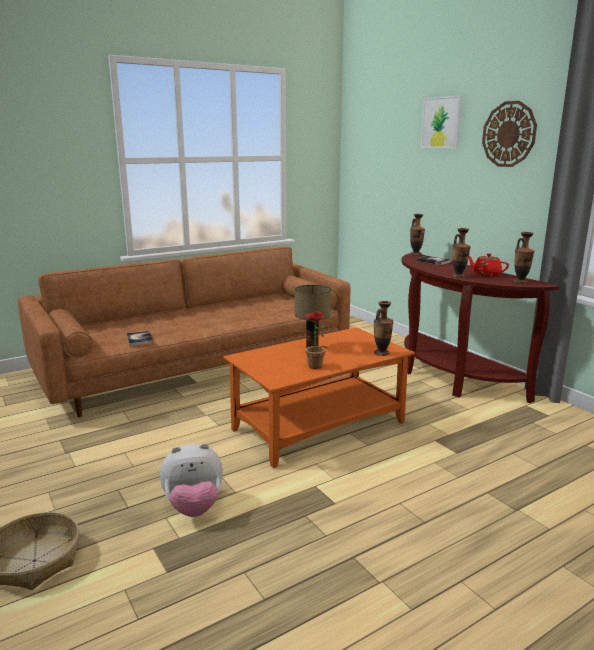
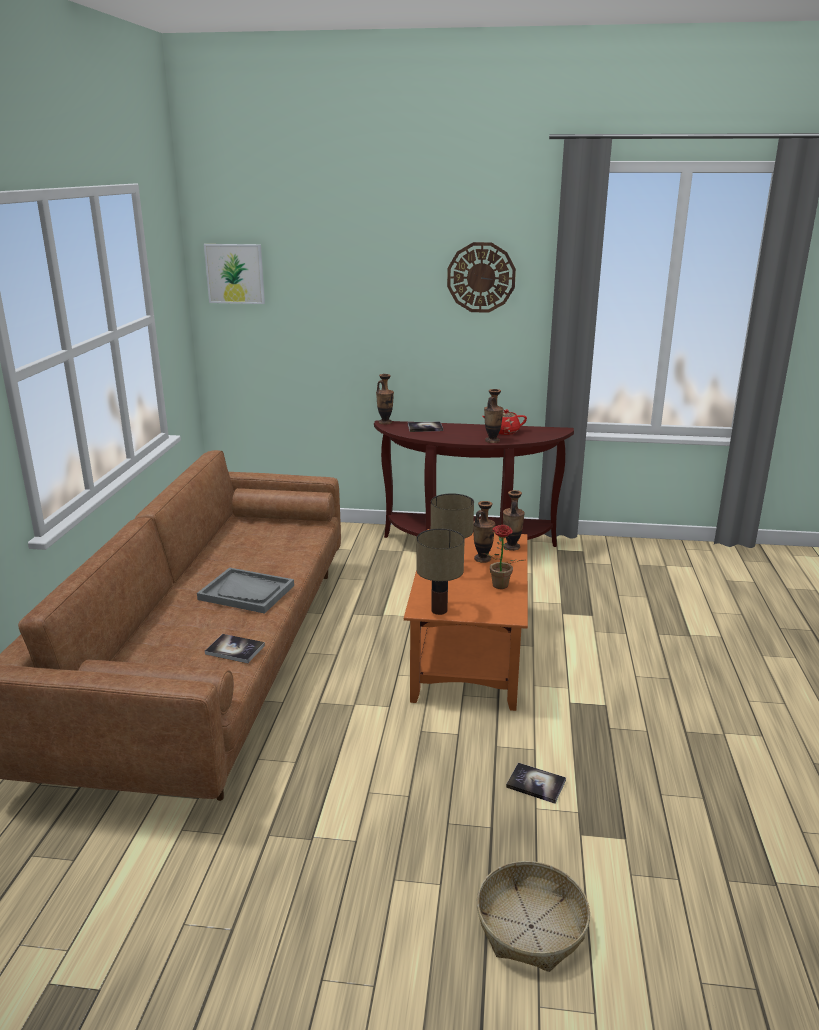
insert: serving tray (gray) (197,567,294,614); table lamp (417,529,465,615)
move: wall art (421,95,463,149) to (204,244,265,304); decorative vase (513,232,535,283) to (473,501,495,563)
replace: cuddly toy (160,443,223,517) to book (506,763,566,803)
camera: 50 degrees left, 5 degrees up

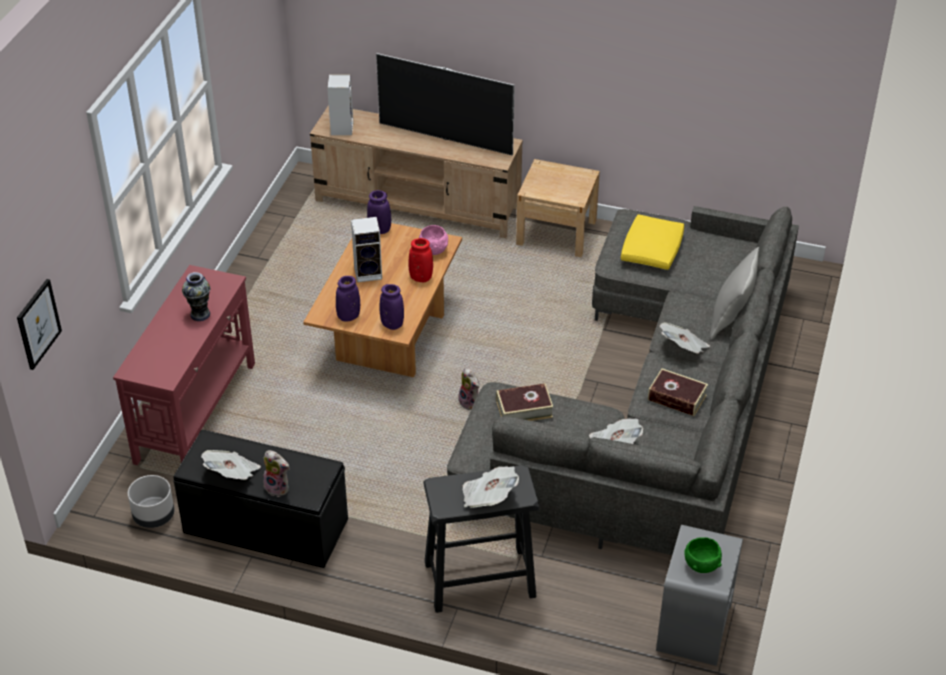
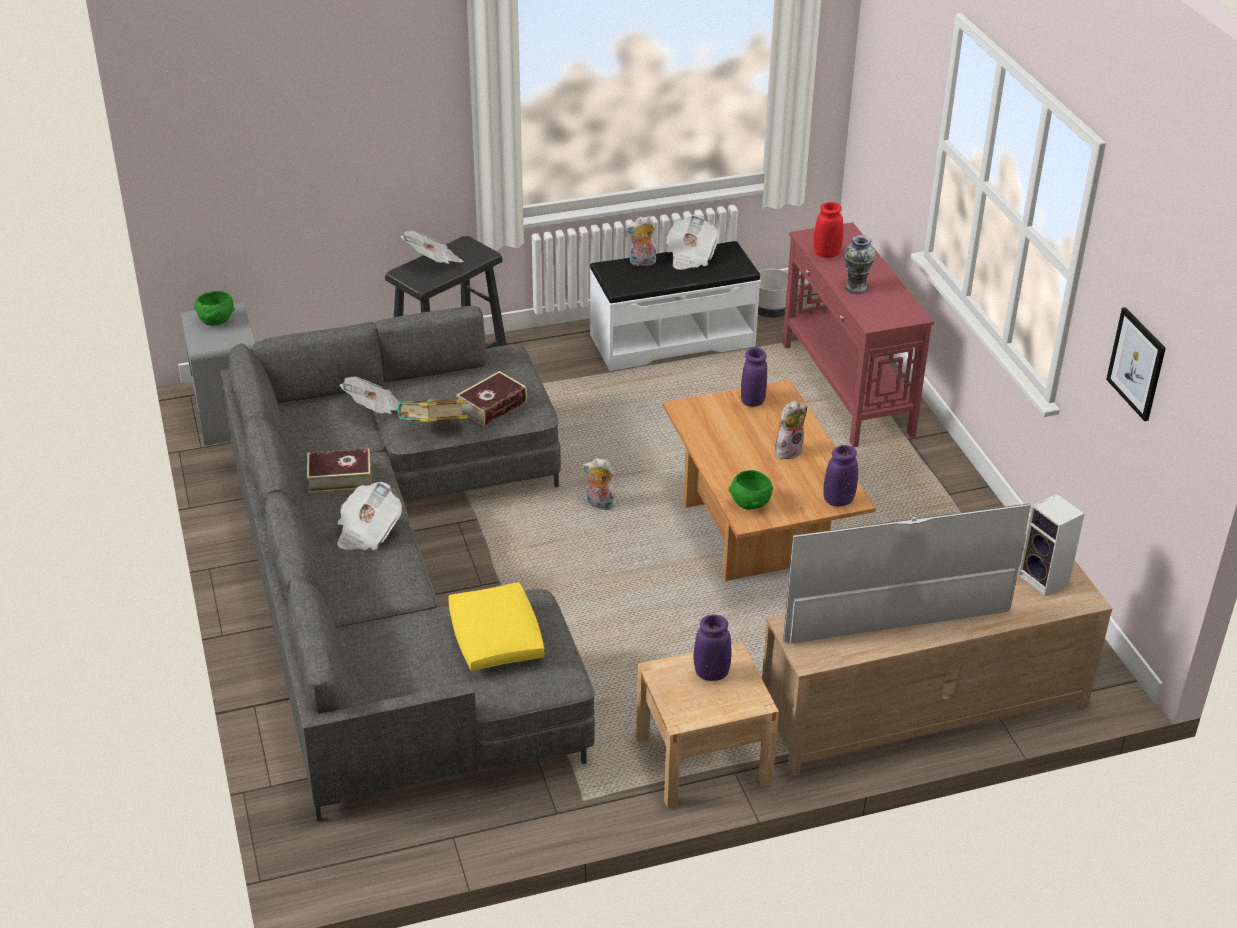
delete: cushion (gray) (710,247,759,340)
insert: book (397,398,468,422)
move: wall art (17,279,62,370) to (1106,307,1166,421); decorative vase (purplish) (379,284,404,330) to (693,615,732,681); decorative vase (reddish) (408,238,433,282) to (814,202,843,258)
replace: loudspeaker (351,217,382,283) to cuddly toy (775,400,808,459)
recolor: long seat (black-coloured) (173,430,348,568) to long seat (whitish) (590,241,761,371); deep dish (pink-coloured) (419,225,448,255) to deep dish (greenish) (729,470,773,510)
camera: 145 degrees right, 5 degrees down

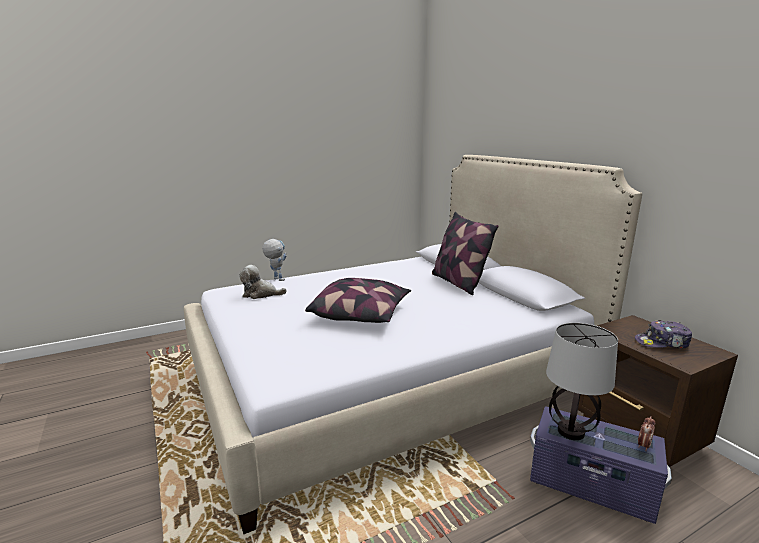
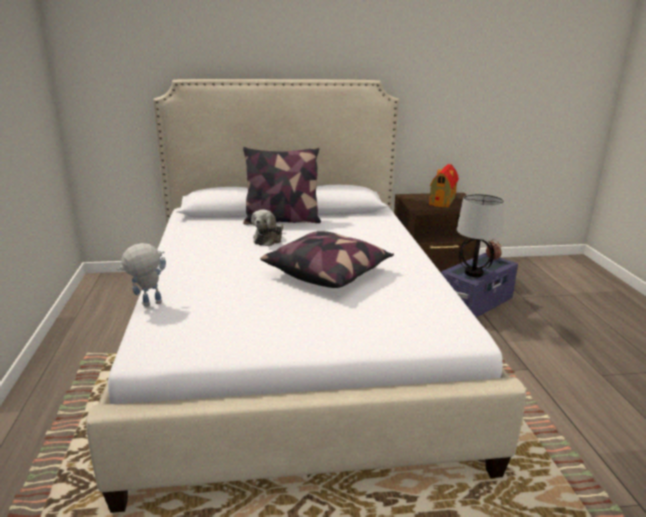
move: cuddly toy (239,265,287,299) to (251,209,284,246)
replace: baseball cap (635,320,692,349) to model house (429,164,459,208)
camera: 70 degrees left, 5 degrees up

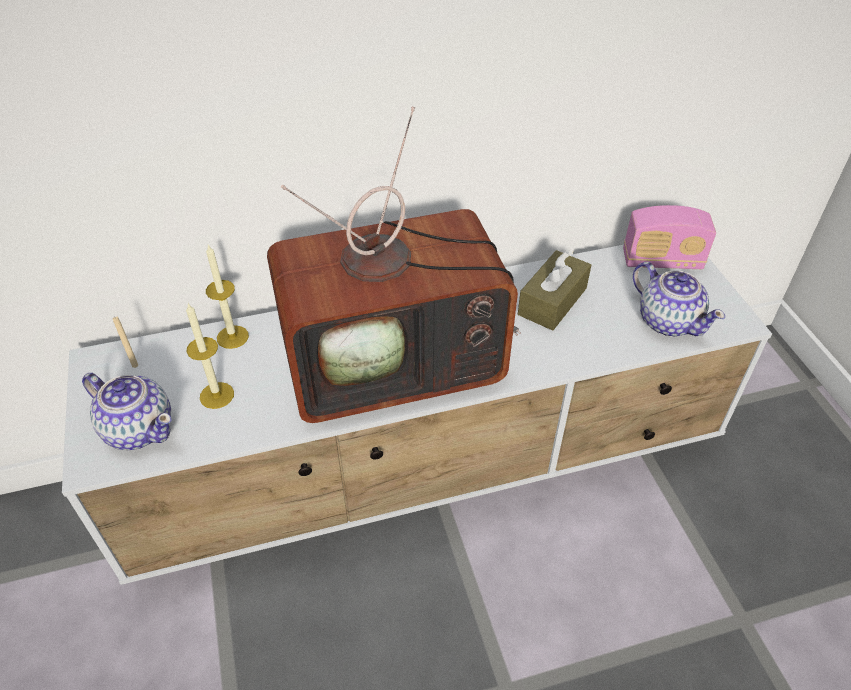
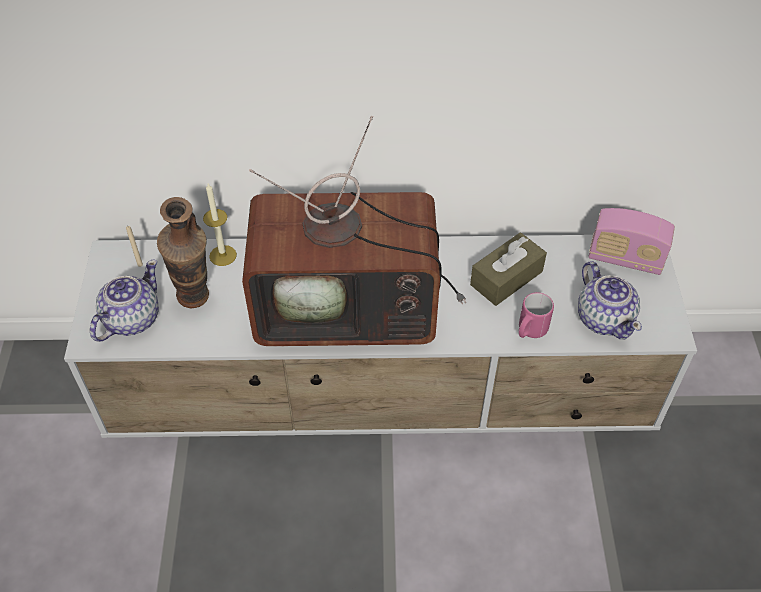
insert: tea mug (pink-coloured) (518,292,554,338)
replace: wax light (186,304,234,409) to decorative vase (157,197,209,308)
rotate: teapot (82,373,171,450) = (90,260,159,342) 105 degrees counterclockwise
camera: 15 degrees right, 5 degrees up

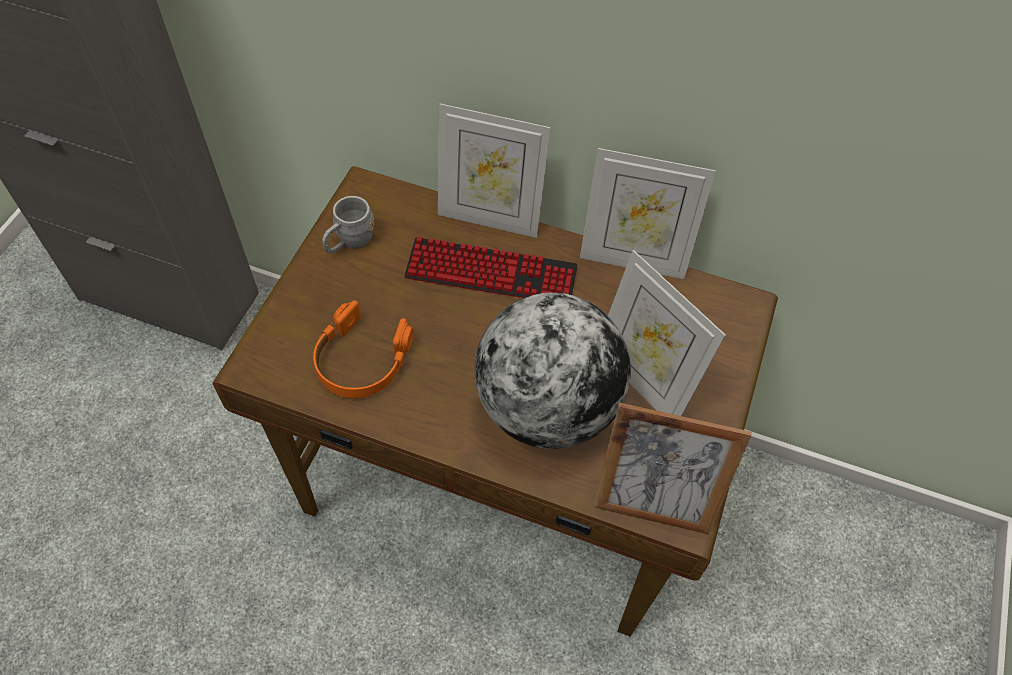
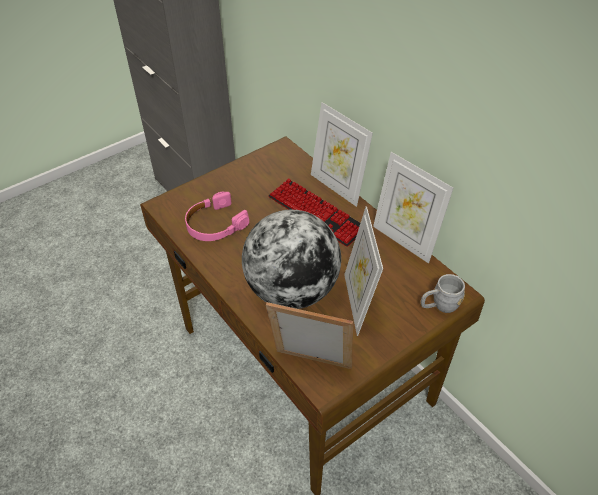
move: tea mug (gray) (322,196,374,254) to (421,274,465,313)
recolor: headphones (orange-coloured) (313,300,414,398) to headphones (pink-coloured) (185,192,249,241)
rotate: standing frame (593,402,751,534) = (266,302,353,369) 150 degrees clockwise
camera: 35 degrees right, 10 degrees down

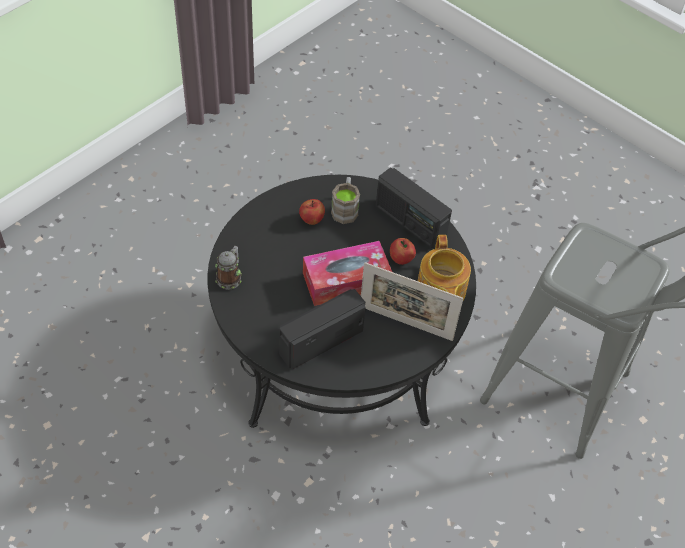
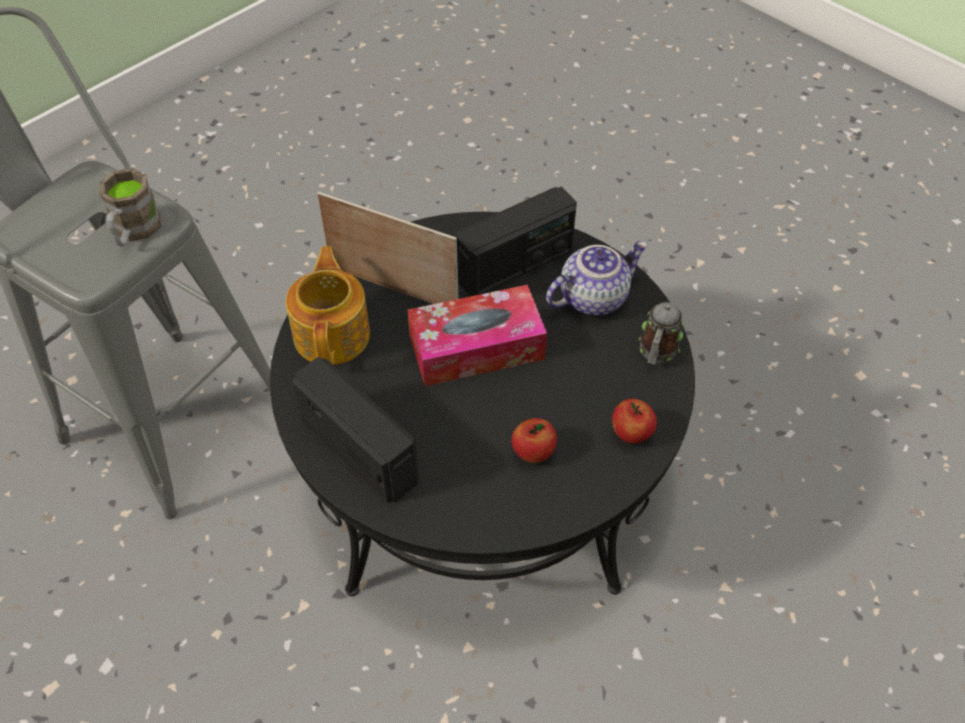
insert: teapot (546,241,648,315)
move: tea mug (brown) (331,177,360,224) to (100,168,161,247); apple fruit (390,238,416,265) to (612,399,657,444)
camera: 175 degrees left, 0 degrees up

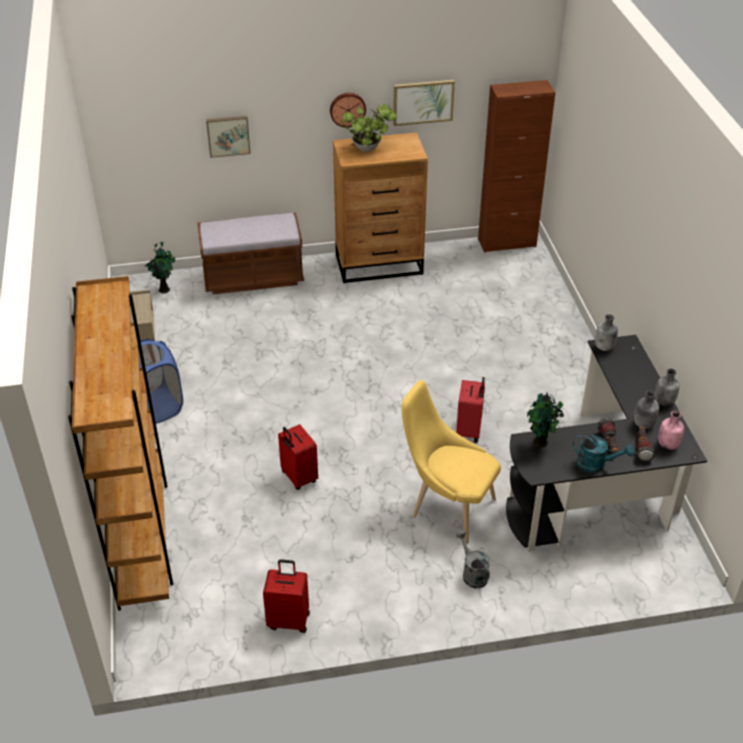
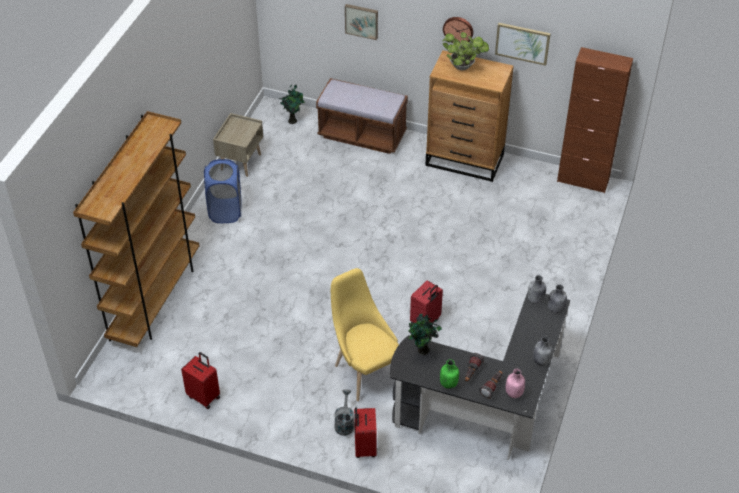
move: piece of luggage (reddish) (278,424,318,490) to (354,407,377,458); beverage bottle (gray) (634,390,659,429) to (548,284,567,313)
replace: watering pot (blue-green) (573,434,634,473) to beverage bottle (greenish) (440,359,459,389)
camera: 30 degrees right, 5 degrees up

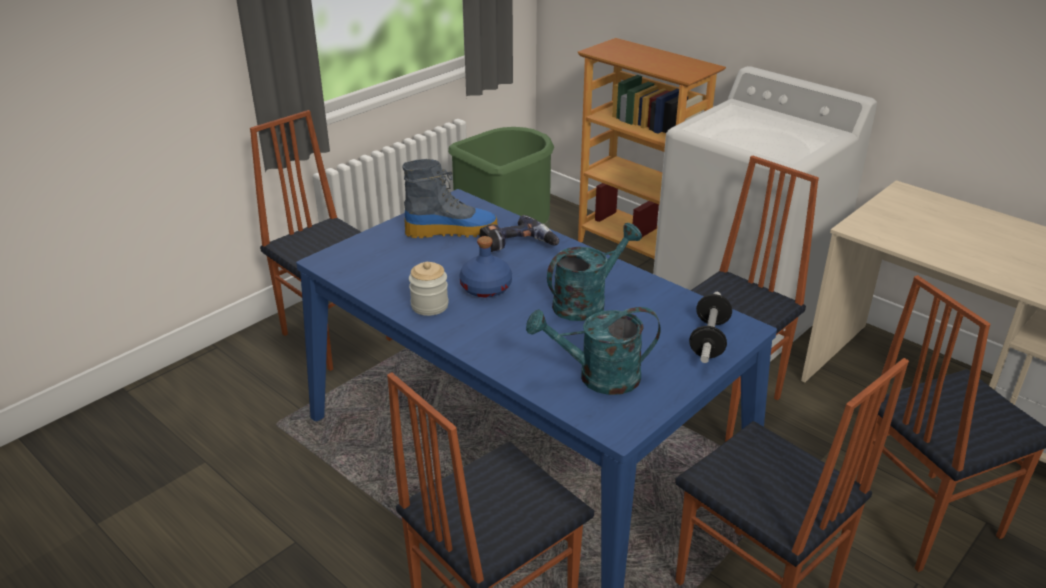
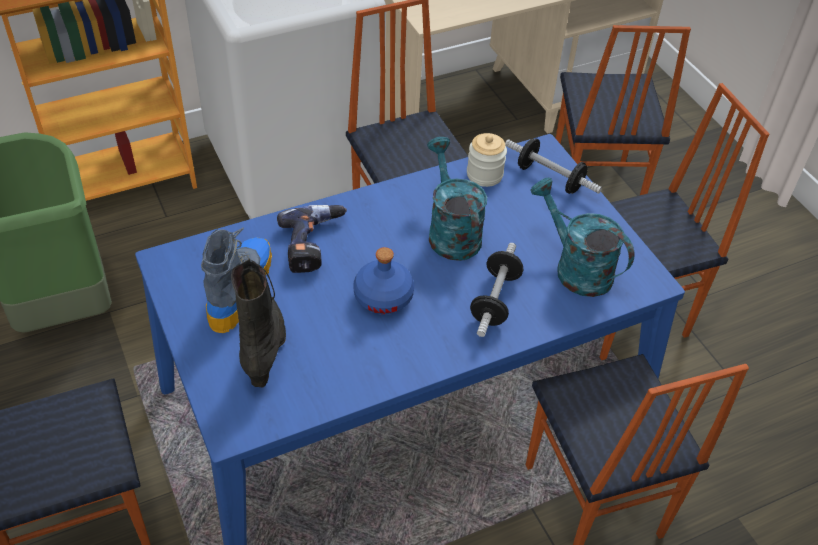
insert: high-top boot (black-coloured) (231,258,286,387); hand weight (470,243,523,337)
move: storage jar (409,262,448,316) to (467,133,507,187)
rotate: watering pot (blue-green) (526,307,661,395) = (530,177,635,297) 120 degrees clockwise
camera: 70 degrees left, 15 degrees up

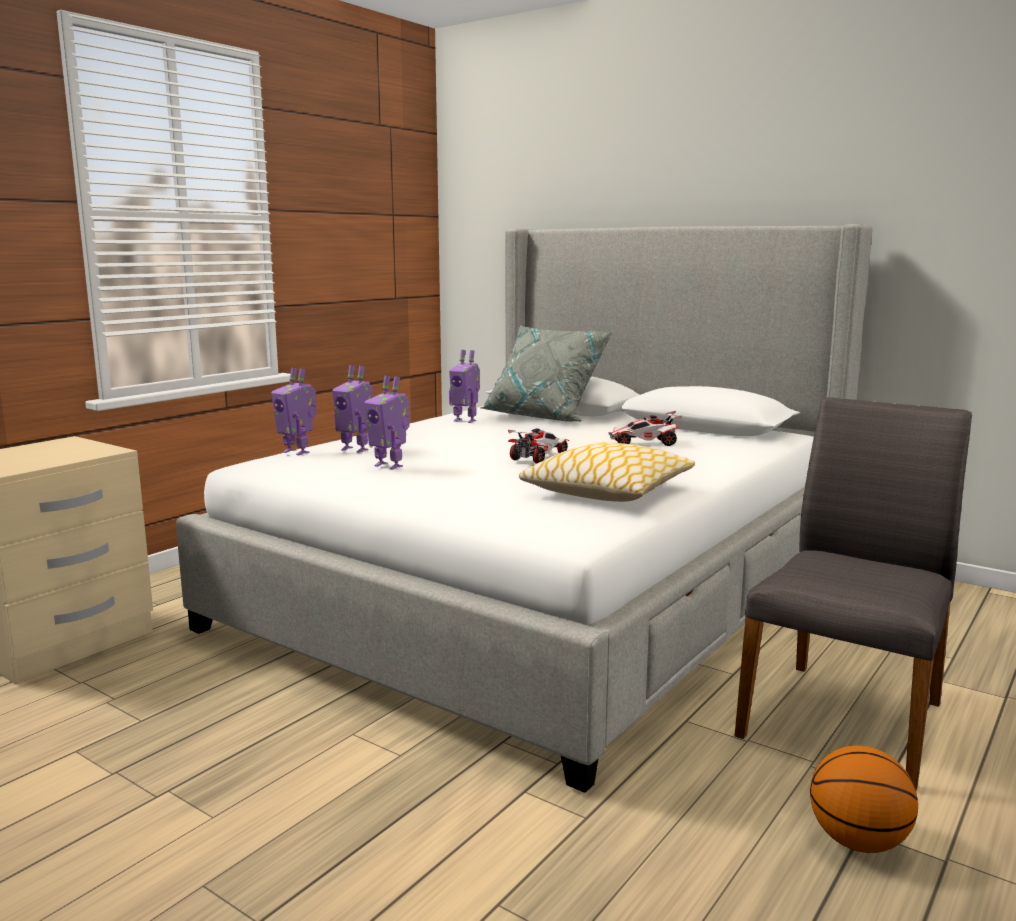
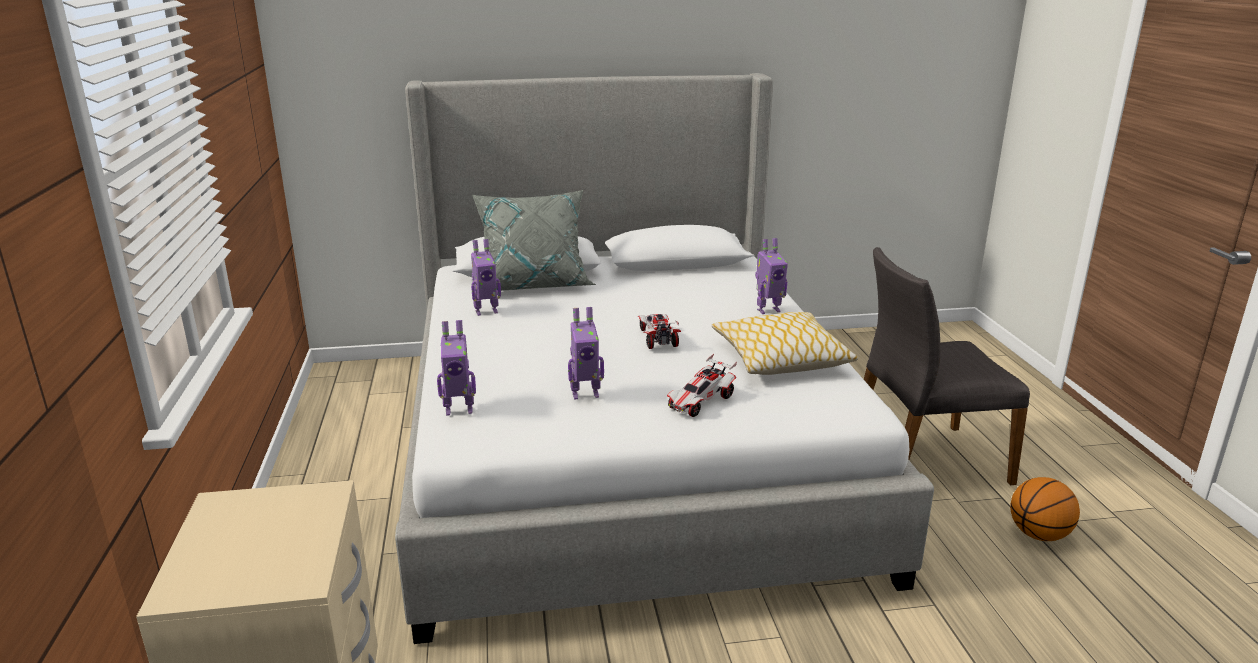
move: model robot (332,365,373,453) to (755,238,788,314); toy car (609,411,683,446) to (667,354,737,417)
rotate: plain chair (gray) (735,397,972,790) = (864,247,1030,485) 90 degrees counterclockwise
camera: 45 degrees left, 10 degrees up

